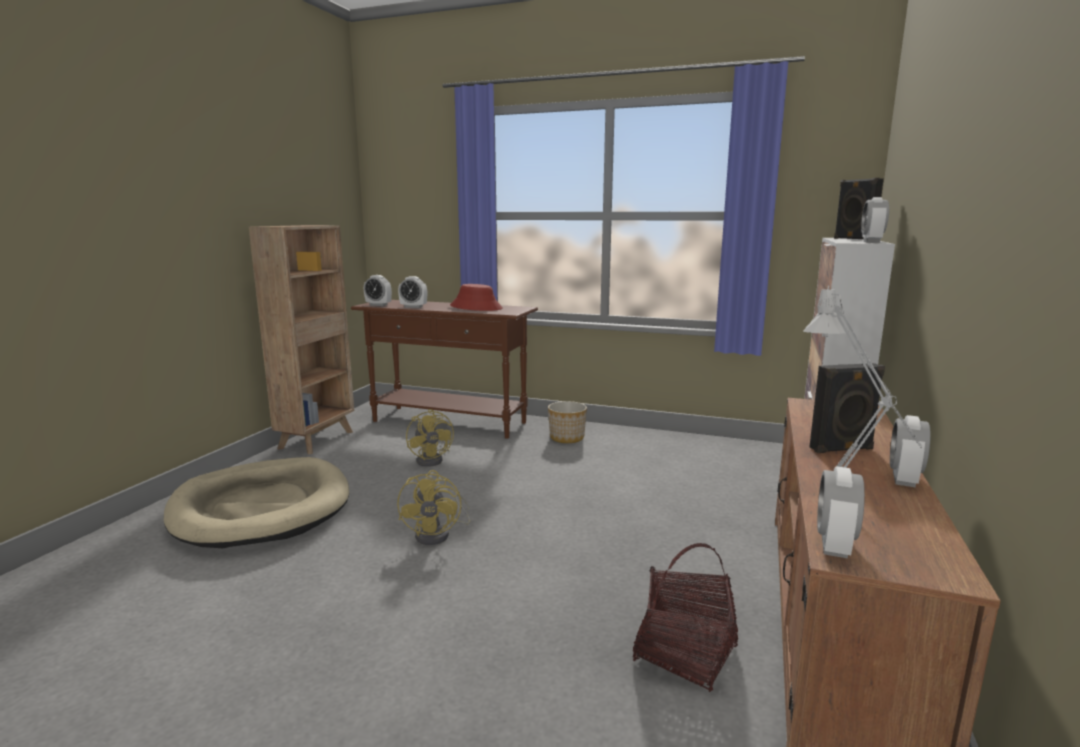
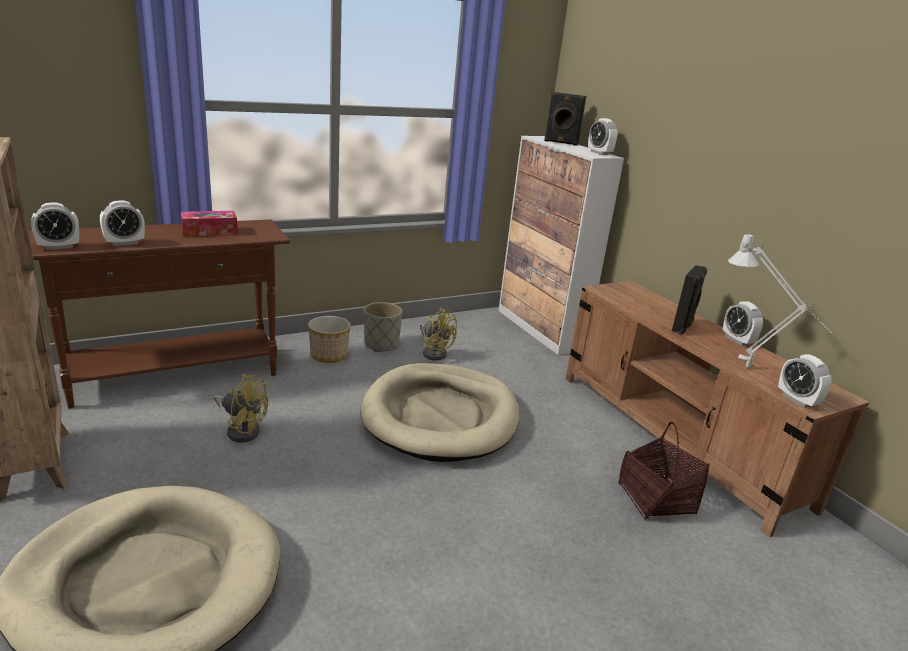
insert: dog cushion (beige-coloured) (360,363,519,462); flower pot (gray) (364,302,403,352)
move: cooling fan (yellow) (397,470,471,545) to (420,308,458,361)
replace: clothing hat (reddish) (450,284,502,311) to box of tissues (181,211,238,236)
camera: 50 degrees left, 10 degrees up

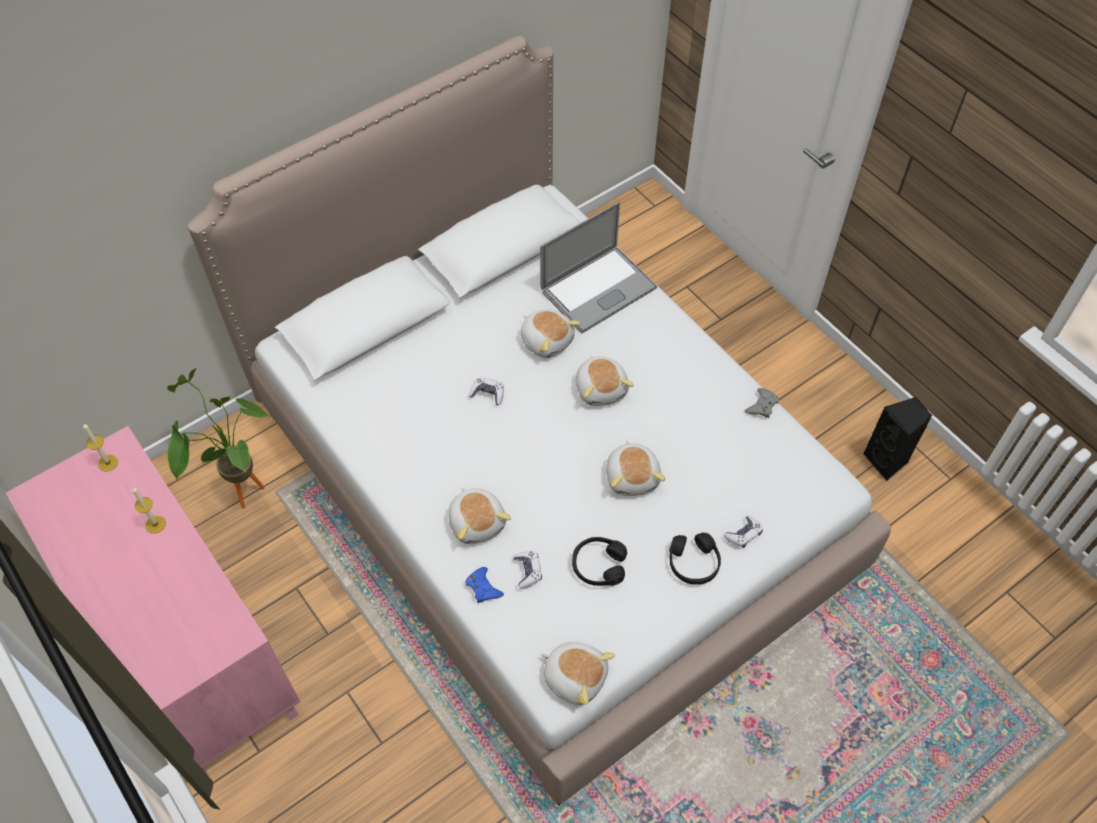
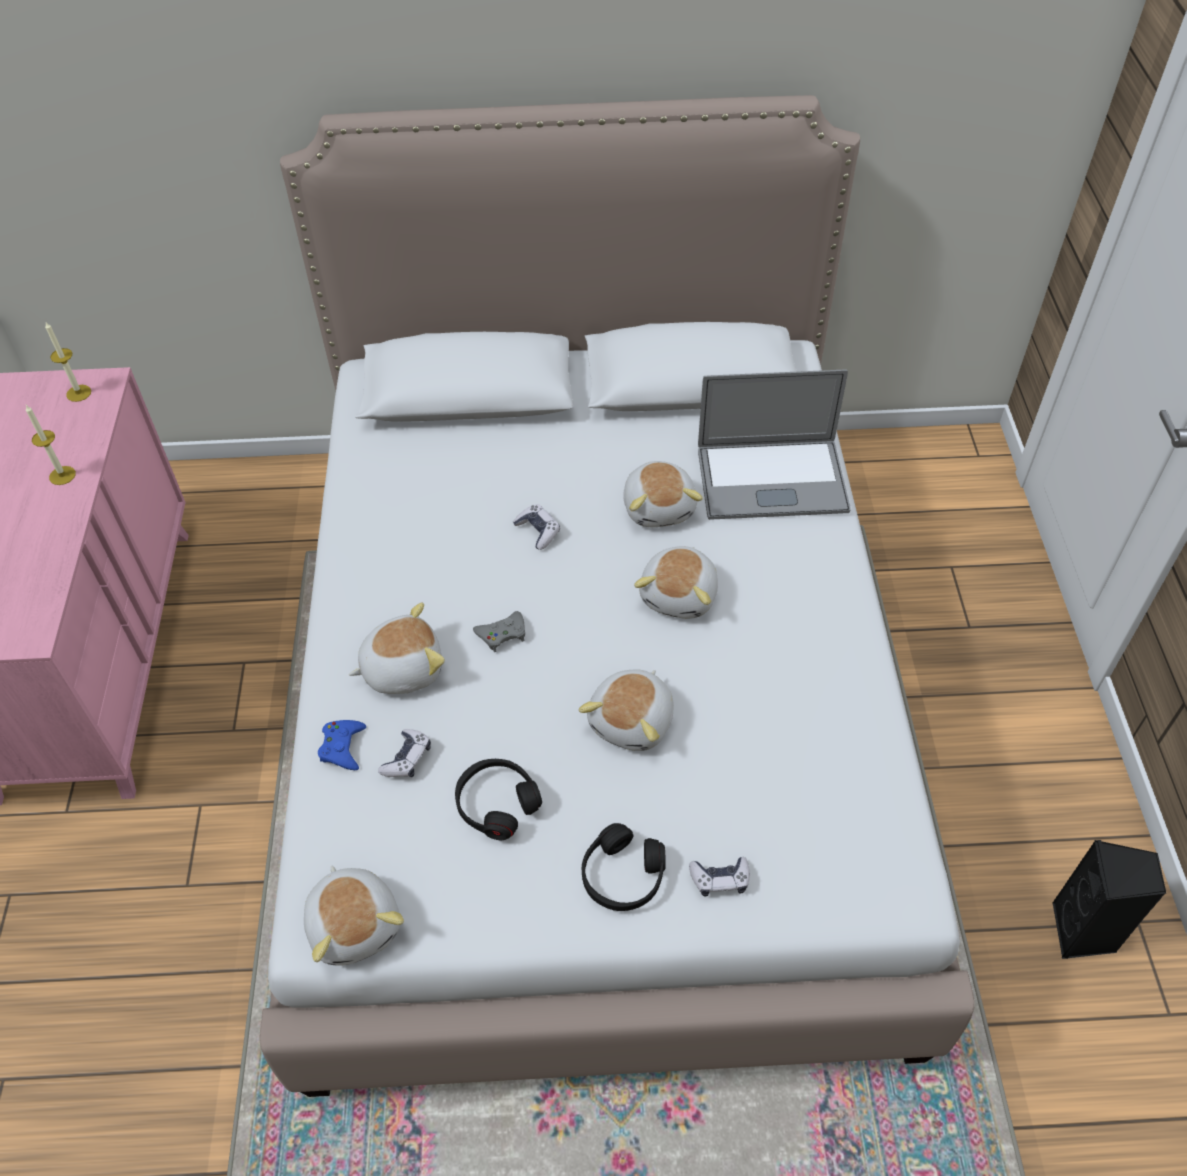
delete: houseplant (167,368,269,509)
move: joypad (gray) (744,388,779,418) to (473,611,525,652)
rotate: cuddly toy (448,487,511,544) = (349,602,445,694) 120 degrees counterclockwise
camera: 35 degrees right, 5 degrees down

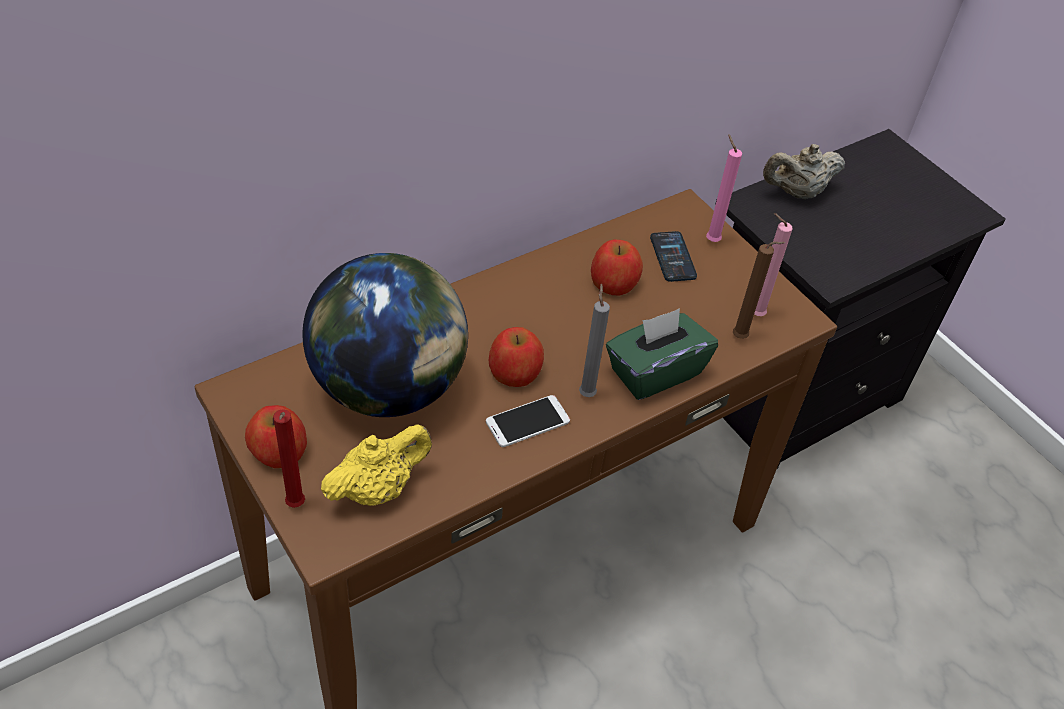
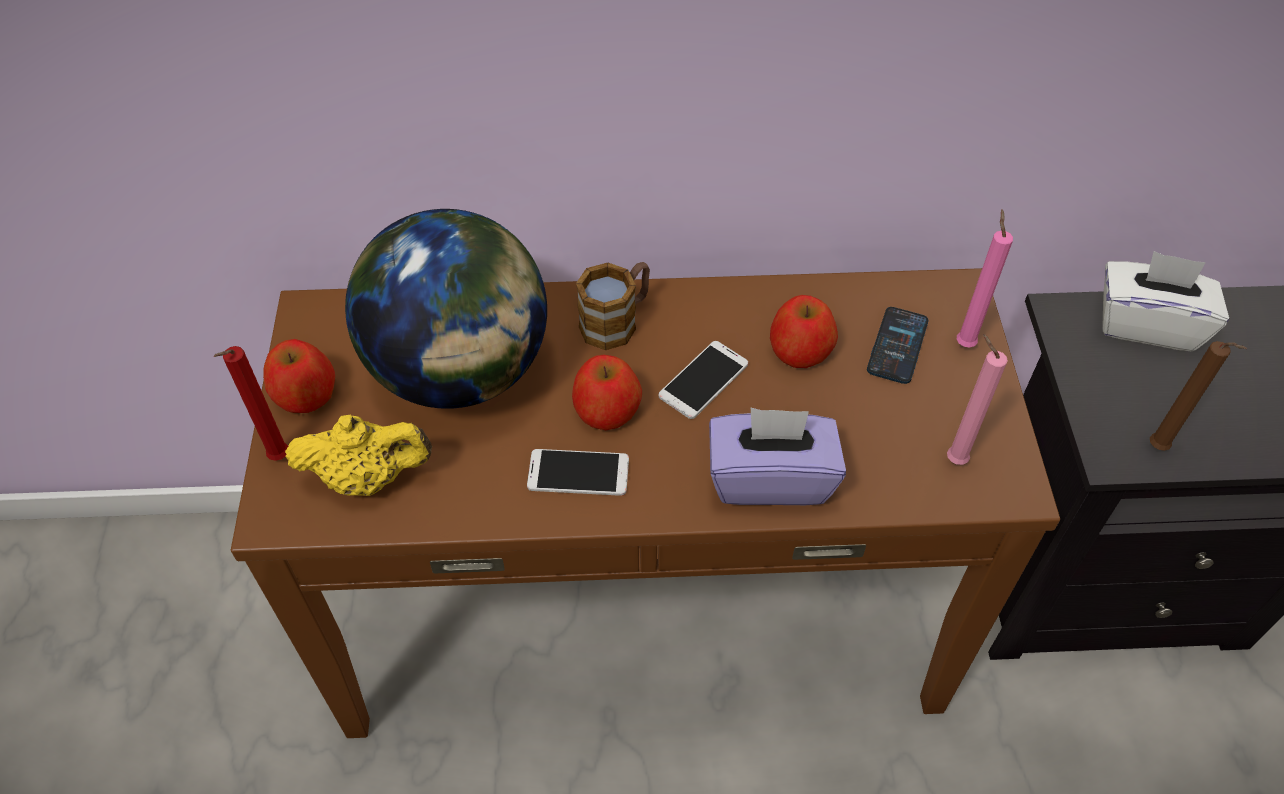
delete: wax light (gray) (579,284,610,397)
insert: tea mug (576,262,650,350); telephone (659,341,748,419)
move: wax light (brown) (733,241,785,339) to (1150,341,1247,451)
replace: teapot (beige-coloured) (763,144,845,199) to box of tissues (whitish) (1102,251,1229,351)
recolor: box of tissues (greenish) (606,308,718,400) to box of tissues (purplish) (709,408,846,505)
camera: 35 degrees right, 5 degrees up

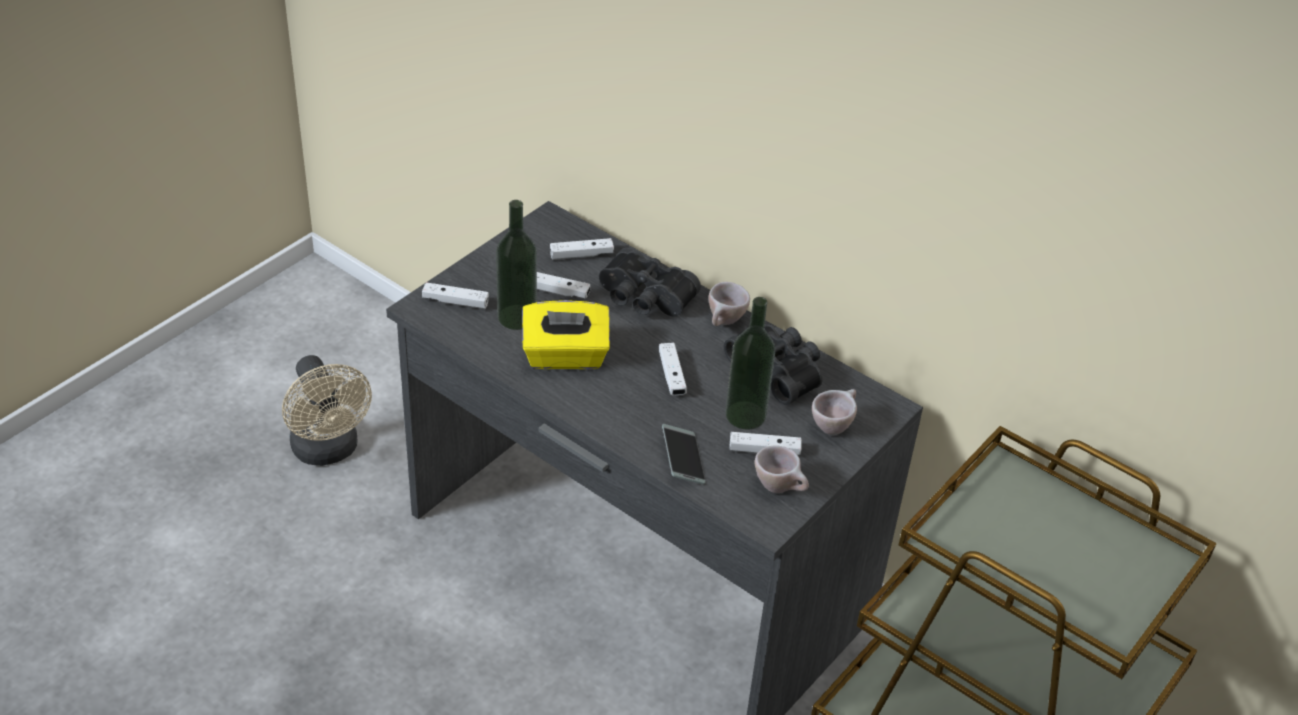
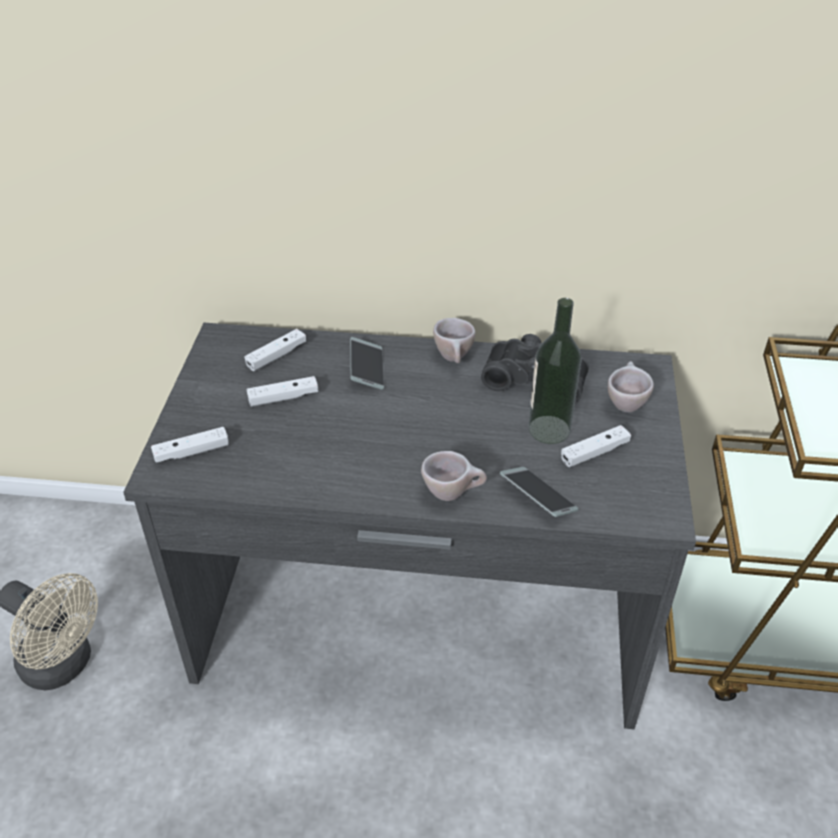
delete: beverage bottle (496,200,537,330); box of tissues (yellow) (522,300,610,369); joypad (whitish) (659,343,687,396)
move: small cup (beige-coloured) (754,445,809,493) to (421,451,487,501)
replace: pair of binoculars (black-coloured) (599,248,701,316) to telephone (350,337,384,390)
camera: 30 degrees left, 0 degrees up

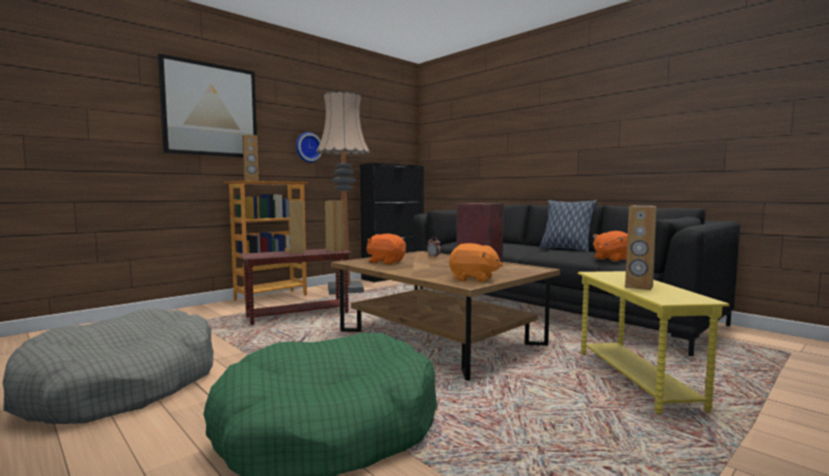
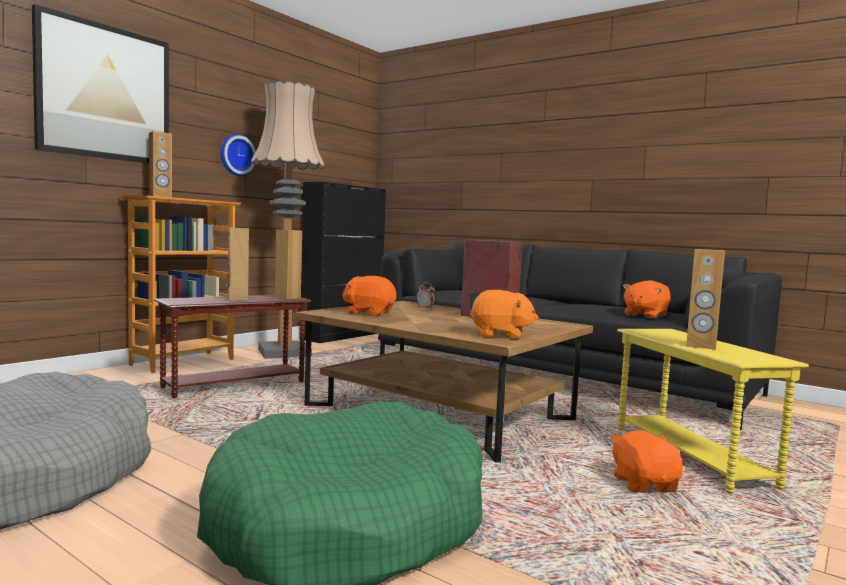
delete: cushion (540,200,597,252)
insert: cuddly toy (orange-coloured) (611,430,683,492)
camera: 10 degrees left, 0 degrees up

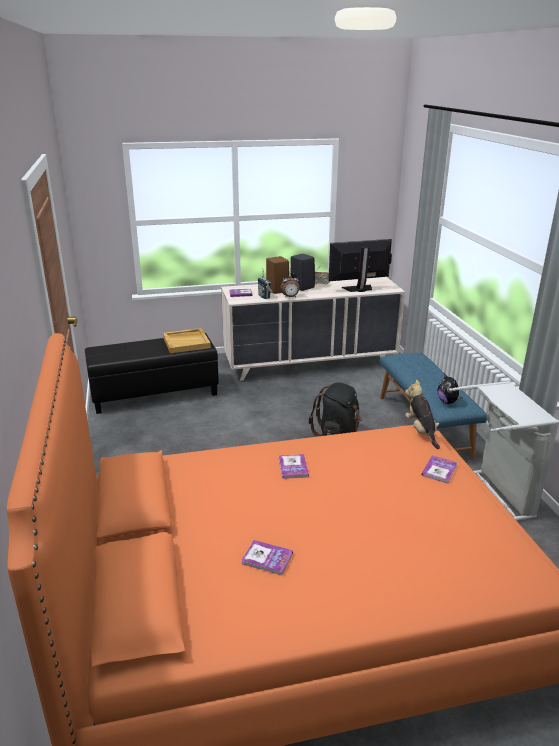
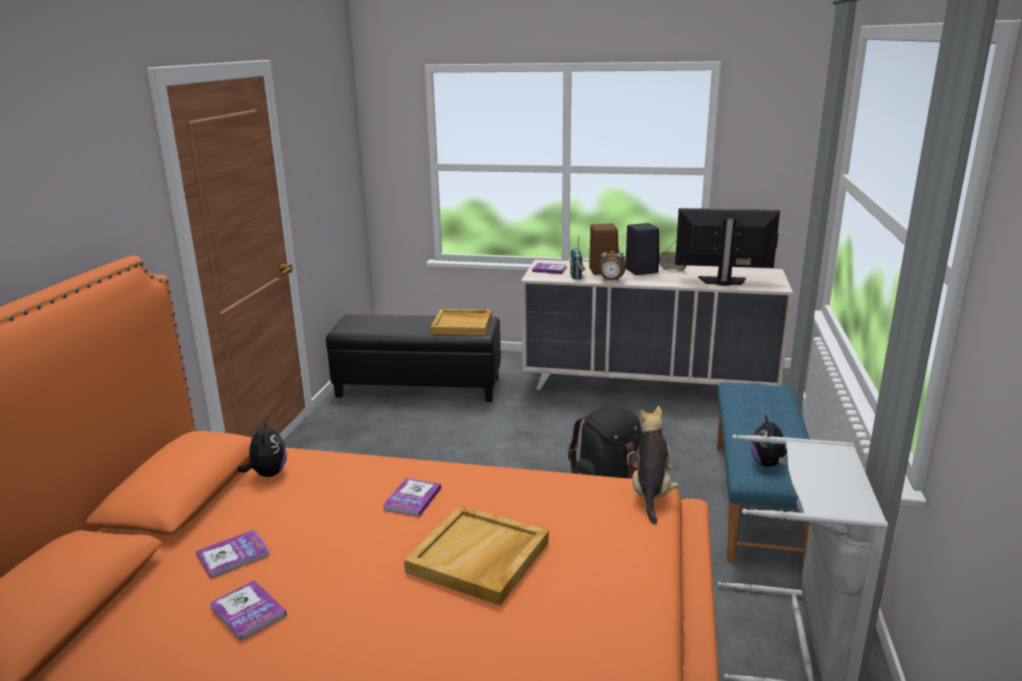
insert: cuddly toy (237,420,287,477); serving tray (beige-coloured) (404,505,549,606)
move: book (422,455,458,484) to (196,530,270,579)
camera: 25 degrees right, 5 degrees down

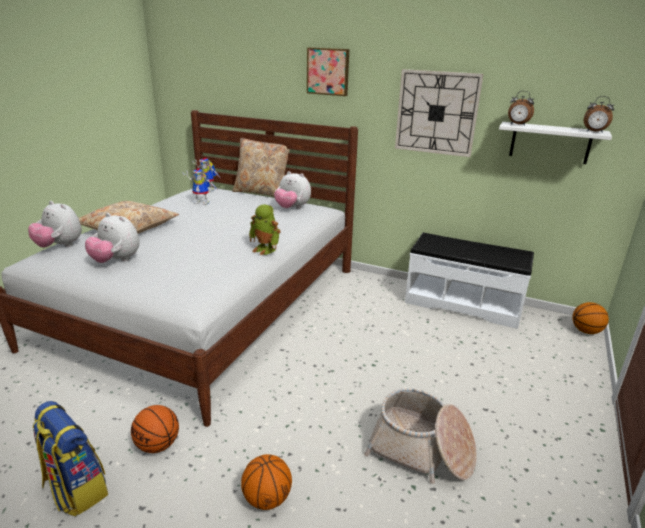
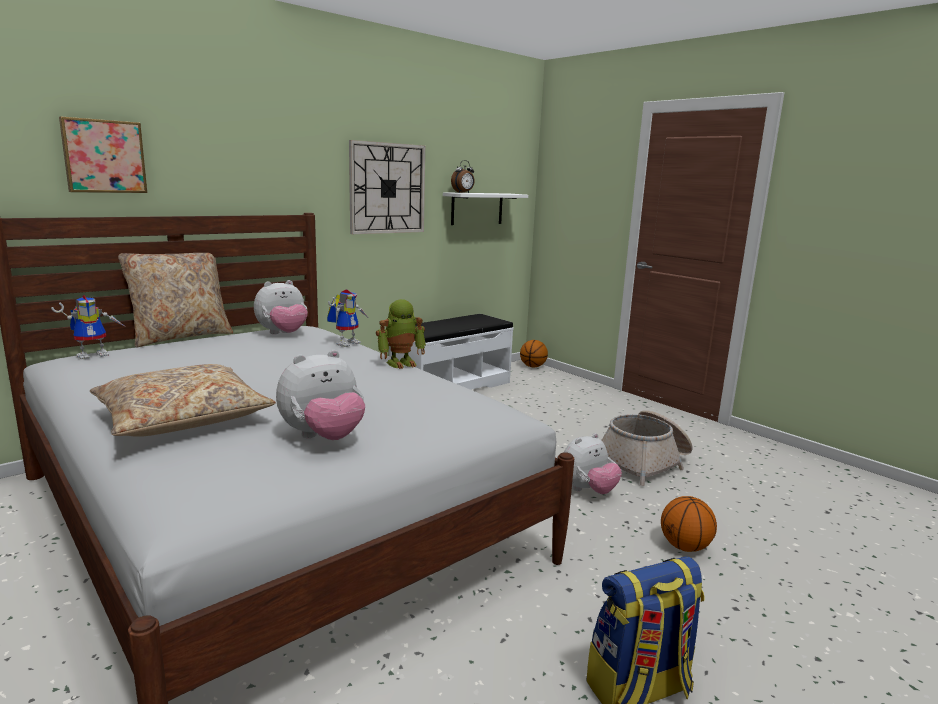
delete: basketball (131,405,179,453); table clock (584,96,614,133)
move: cuddly toy (28,201,82,248) to (564,433,622,494); model robot (183,168,219,205) to (327,289,367,347); wall art (307,47,349,96) to (59,116,147,193)
camera: 65 degrees left, 10 degrees down

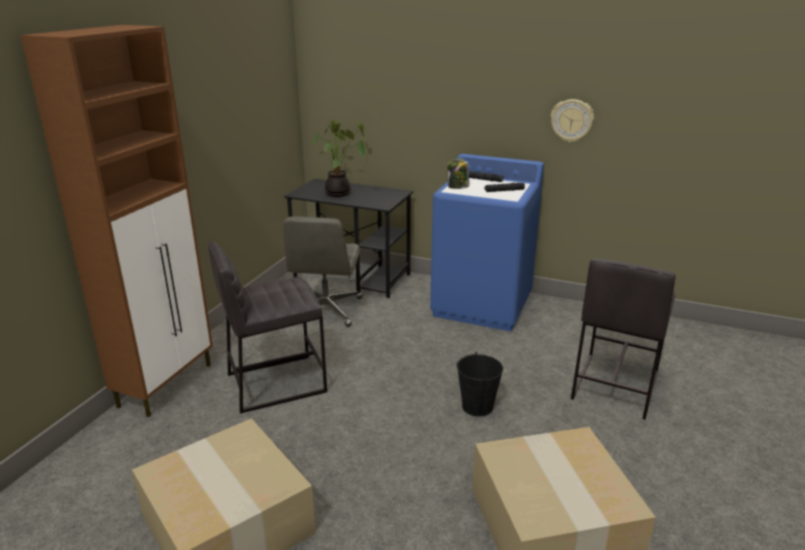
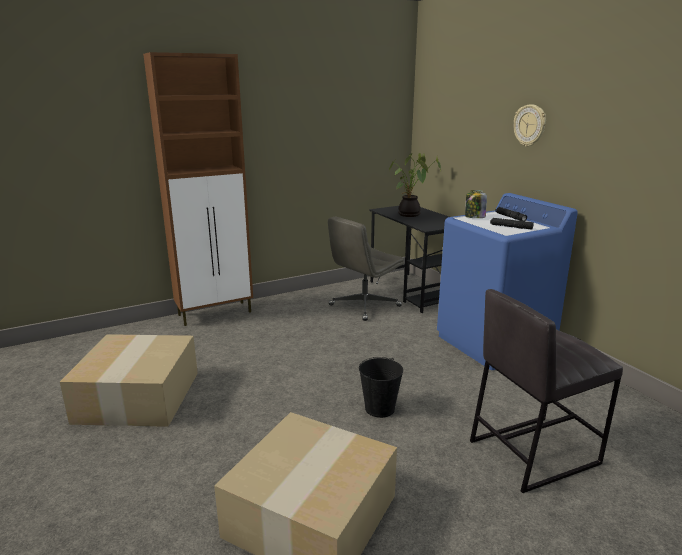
delete: stool seat (gray) (208,241,327,414)
move: hanging clock (551,99,594,142) to (514,104,546,147)
camera: 40 degrees right, 5 degrees down

